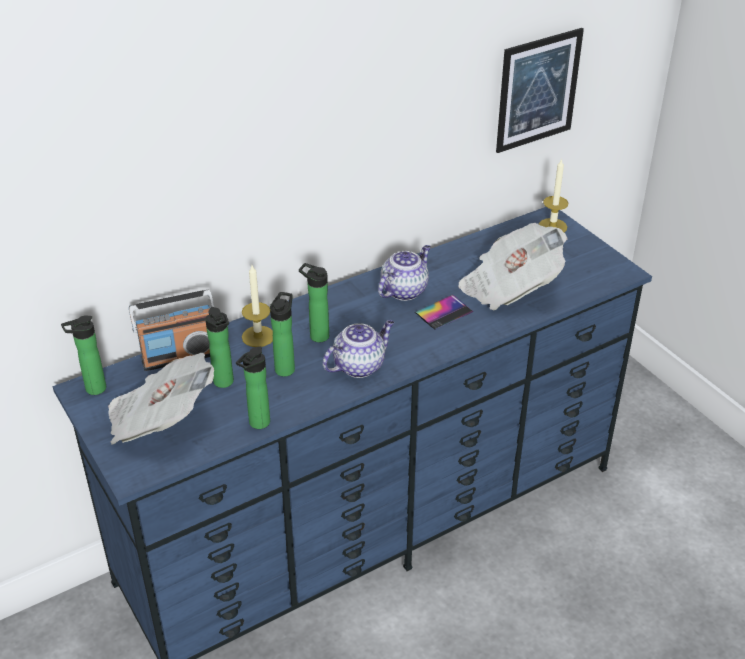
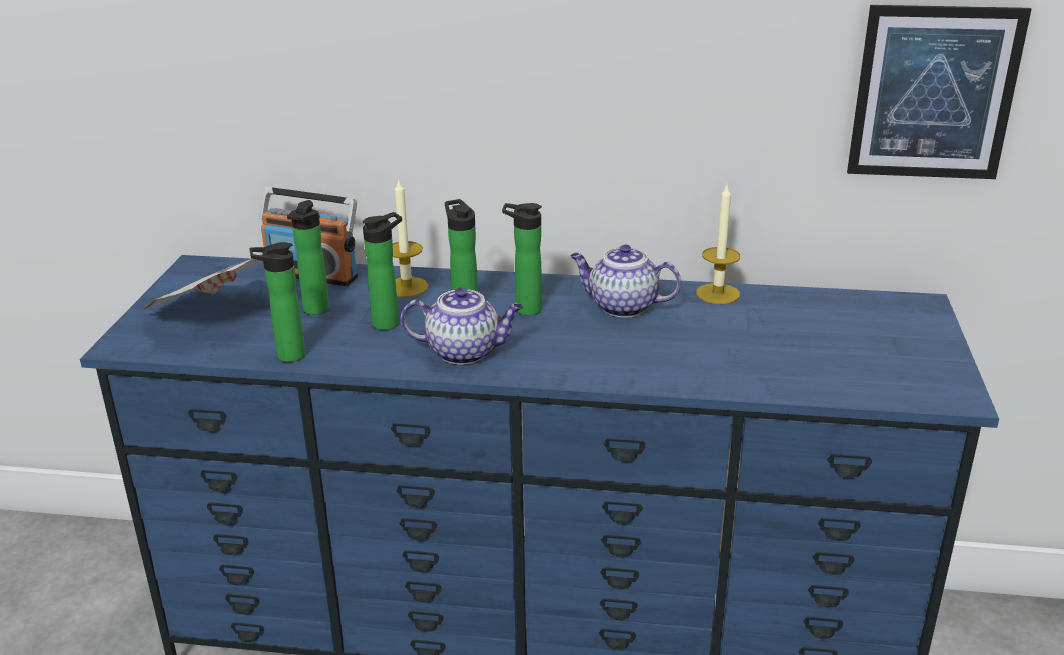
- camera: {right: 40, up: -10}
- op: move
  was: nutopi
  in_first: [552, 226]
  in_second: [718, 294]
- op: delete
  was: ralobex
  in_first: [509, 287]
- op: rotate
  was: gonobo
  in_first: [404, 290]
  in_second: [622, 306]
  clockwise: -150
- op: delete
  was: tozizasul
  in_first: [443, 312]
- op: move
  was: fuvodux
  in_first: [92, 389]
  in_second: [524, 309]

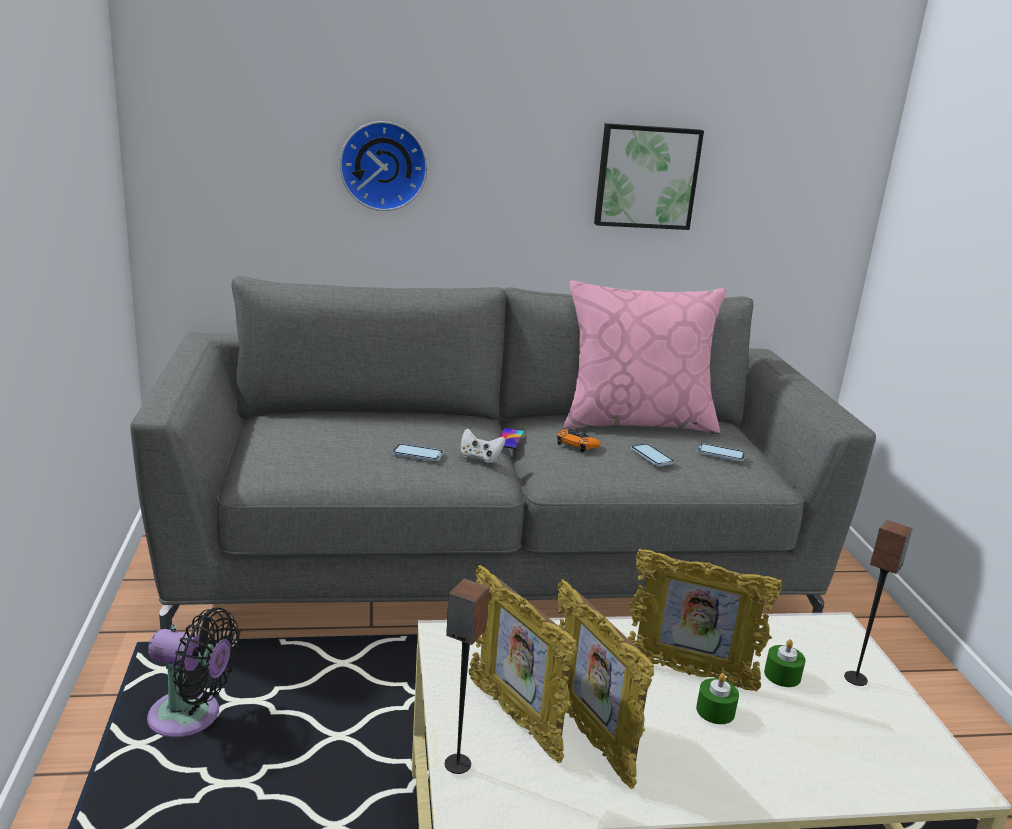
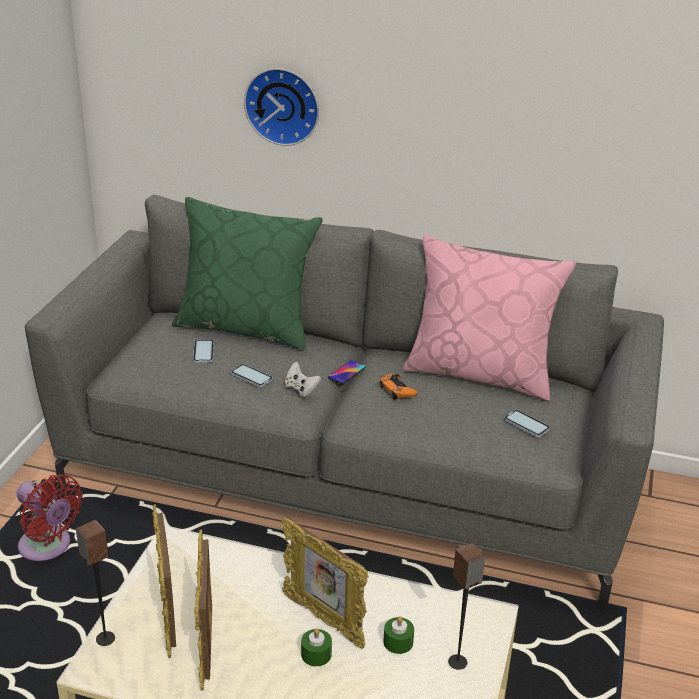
- camera: {right: 25, up: 10}
- op: delete
  was: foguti
  in_first: [646, 176]
- op: move
  was: tozizasul
  in_first: [651, 456]
  in_second: [203, 352]
- op: recolor
  was: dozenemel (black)
  now: dozenemel (red)
  in_first: [191, 717]
  in_second: [48, 547]
- op: insert
  now: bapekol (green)
  in_second: [246, 327]

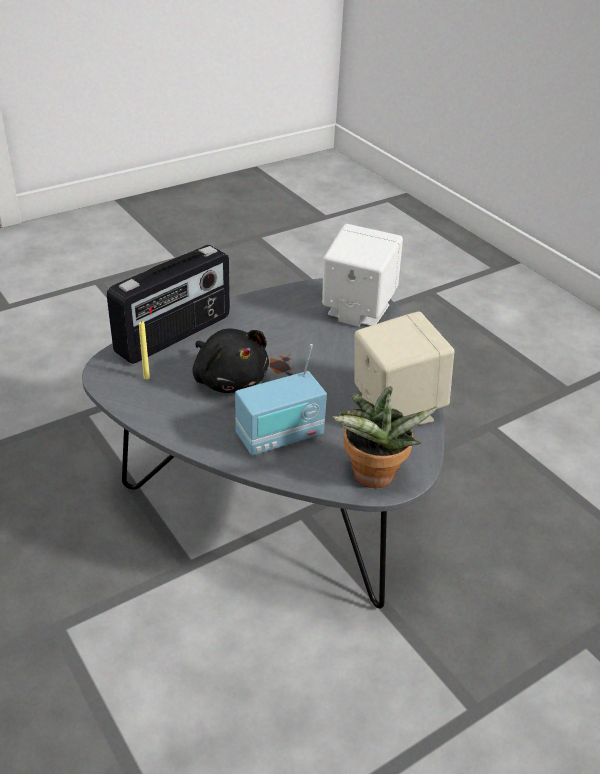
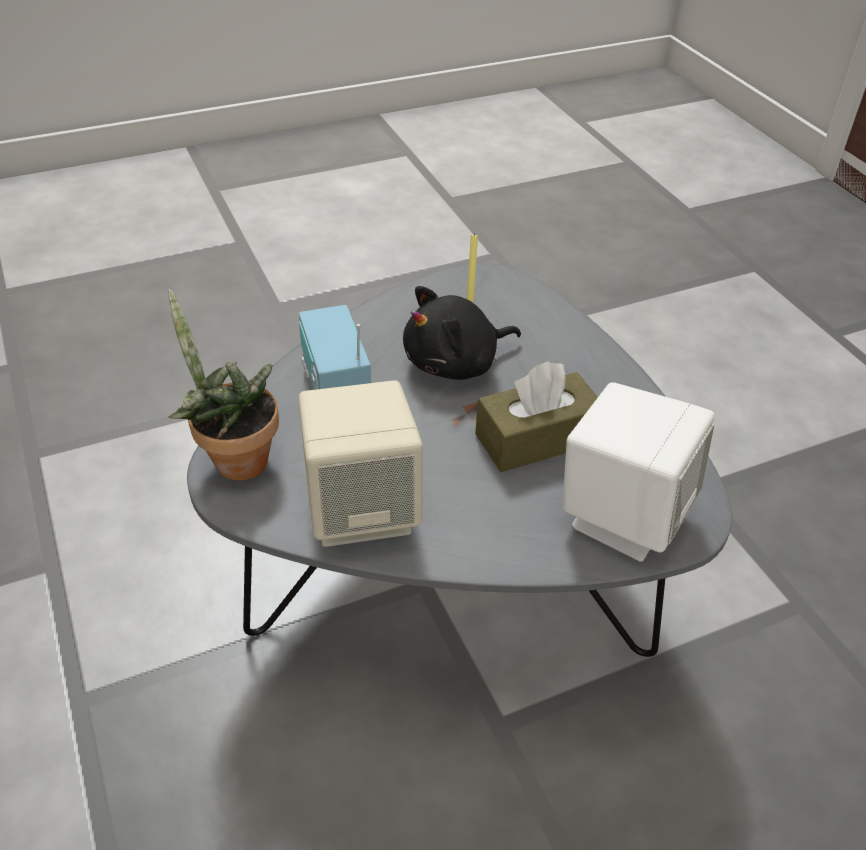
- camera: {right: 100, up: 5}
- op: delete
  was: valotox
  in_first: [175, 335]
- op: insert
  now: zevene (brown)
  in_second: [537, 438]

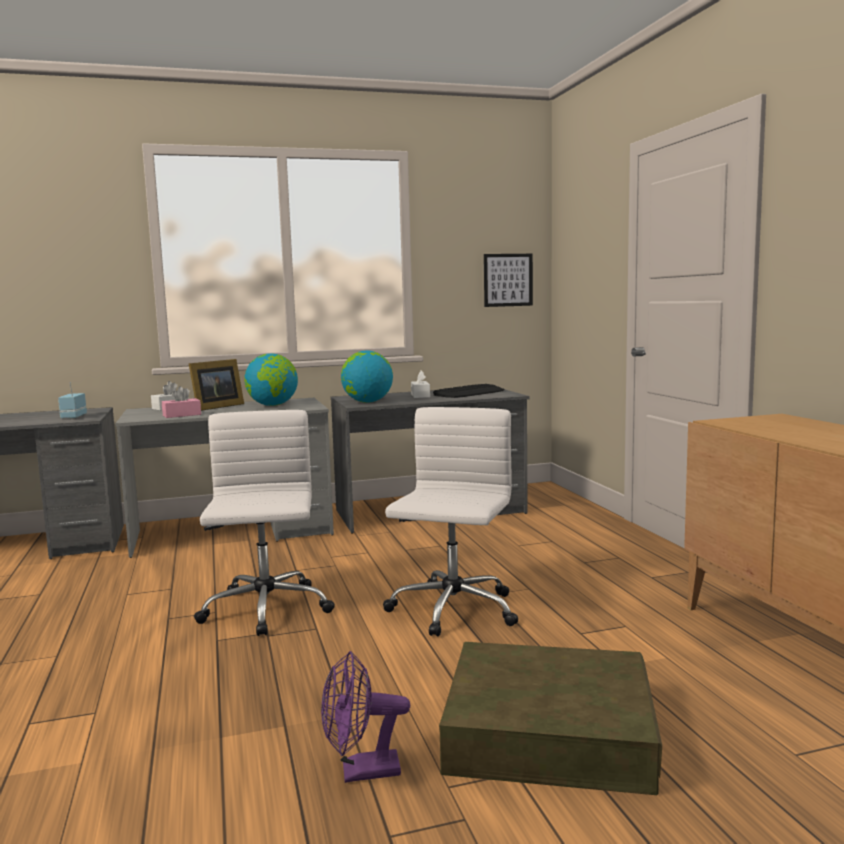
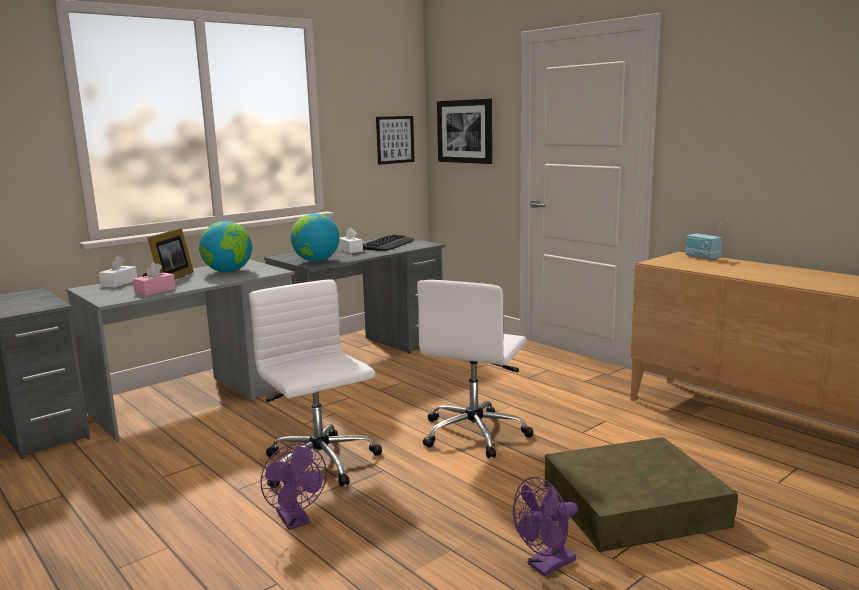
- camera: {right: -25, up: 5}
- op: move
  was: valotox
  in_first: [73, 417]
  in_second: [702, 257]
- op: rotate
  was: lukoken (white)
  in_first: [452, 611]
  in_second: [475, 433]
  clockwise: -150
- op: insert
  now: foguti
  in_second: [465, 131]
- op: insert
  now: dozenemel (purple)
  in_second: [296, 521]

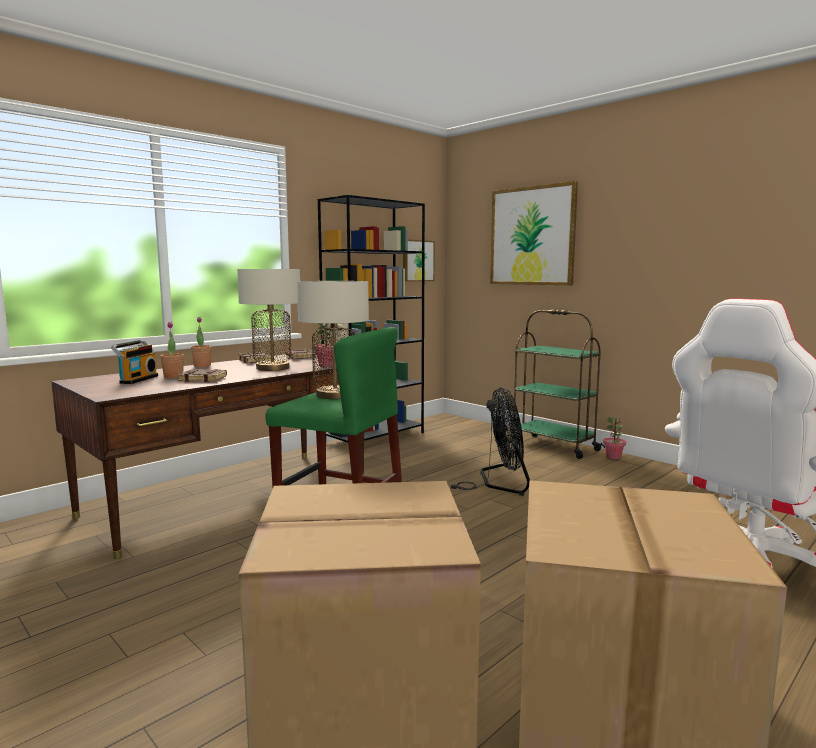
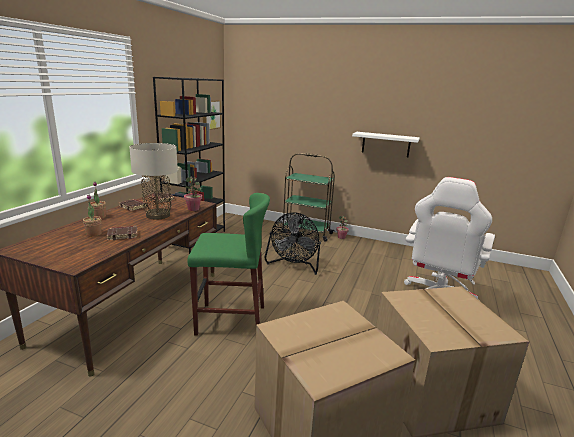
- camera: {right: -25, up: 10}
- op: delete
  was: foguti
  in_first: [532, 236]
- op: delete
  was: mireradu
  in_first: [335, 395]
- op: delete
  was: valotox
  in_first: [137, 379]
- op: rotate
  was: dozenemel (black)
  in_first: [497, 481]
  in_second: [292, 264]
  clockwise: 135
- op: insert
  now: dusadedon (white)
  in_second: [386, 144]

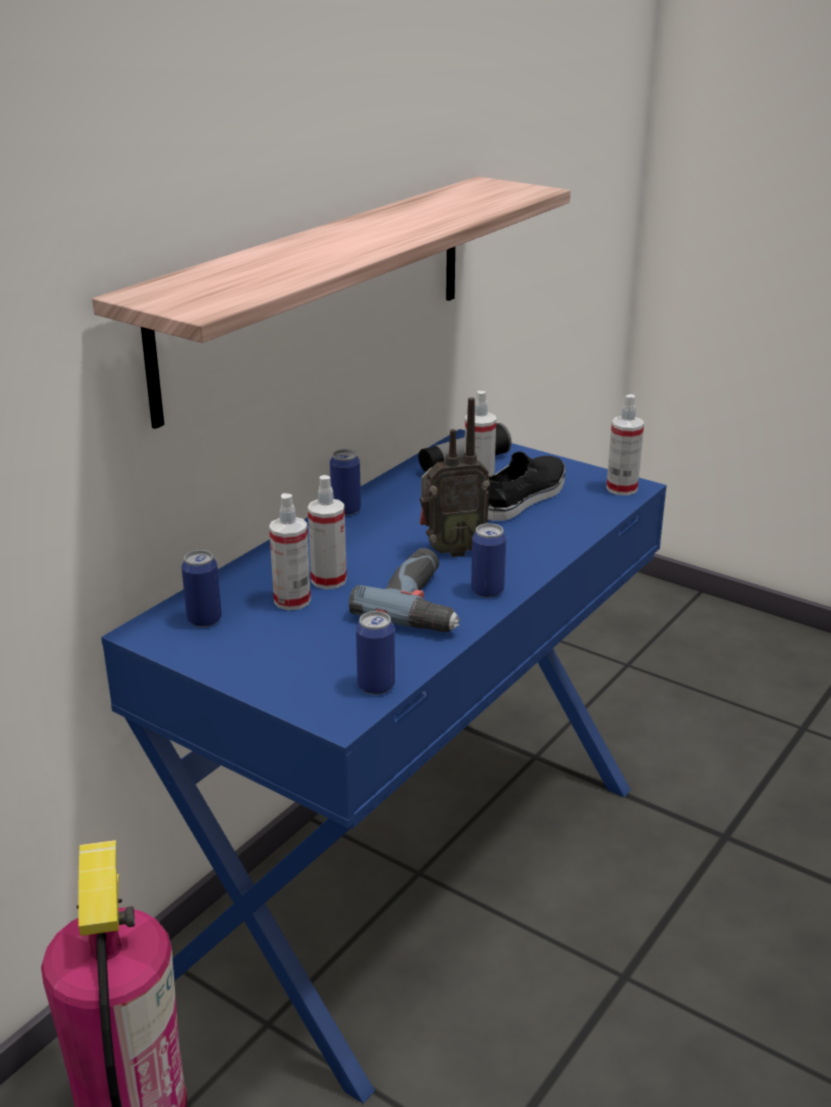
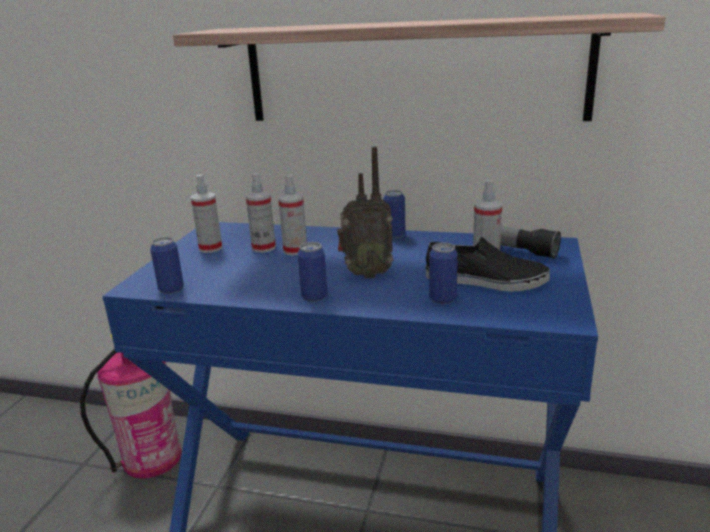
- camera: {right: 70, up: -5}
- op: move
  was: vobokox
  in_first: [621, 488]
  in_second: [210, 248]
- op: rotate
  was: valotox
  in_first: [451, 550]
  in_second: [366, 274]
  clockwise: -60
- op: delete
  was: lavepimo
  in_first: [423, 603]
- op: move
  was: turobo
  in_first: [204, 620]
  in_second: [442, 299]

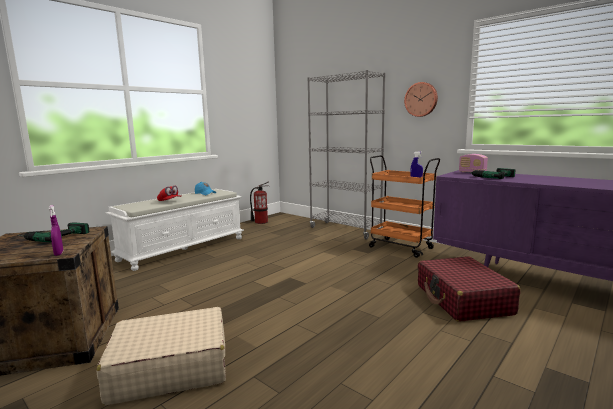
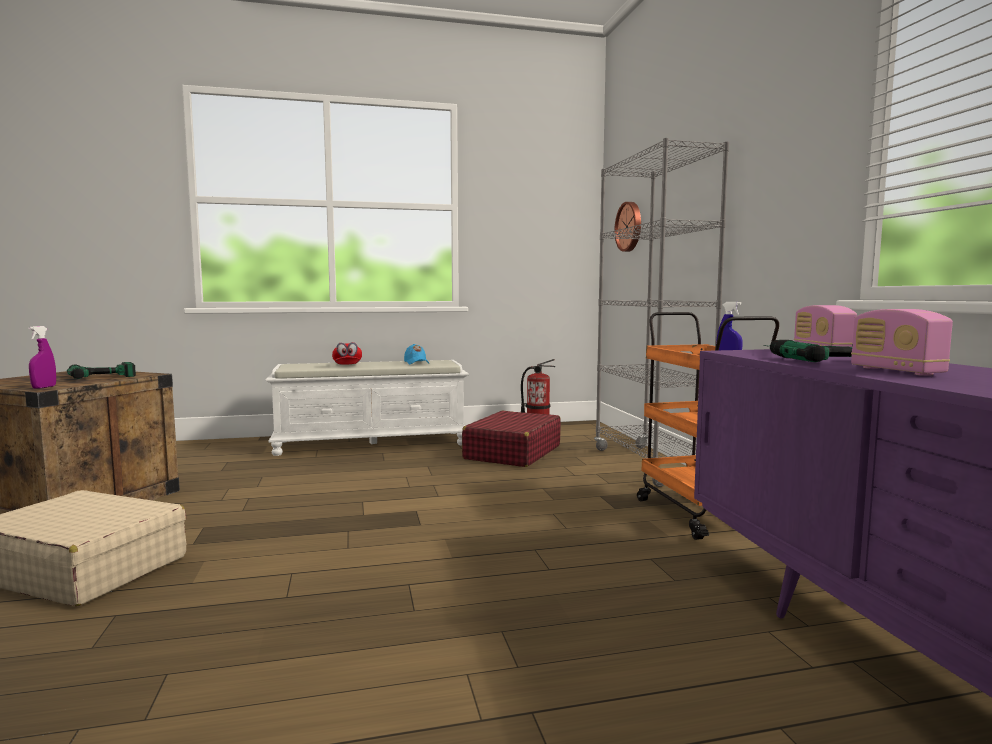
- camera: {right: 35, up: -5}
- op: move
  was: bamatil
  in_first: [421, 99]
  in_second: [630, 226]
- op: move
  was: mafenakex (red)
  in_first: [463, 299]
  in_second: [512, 453]
- op: insert
  now: valotox
  in_second: [896, 371]

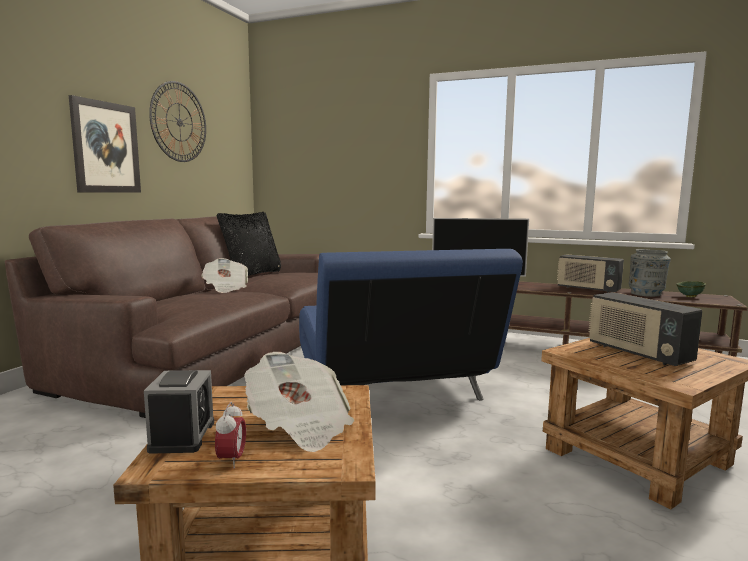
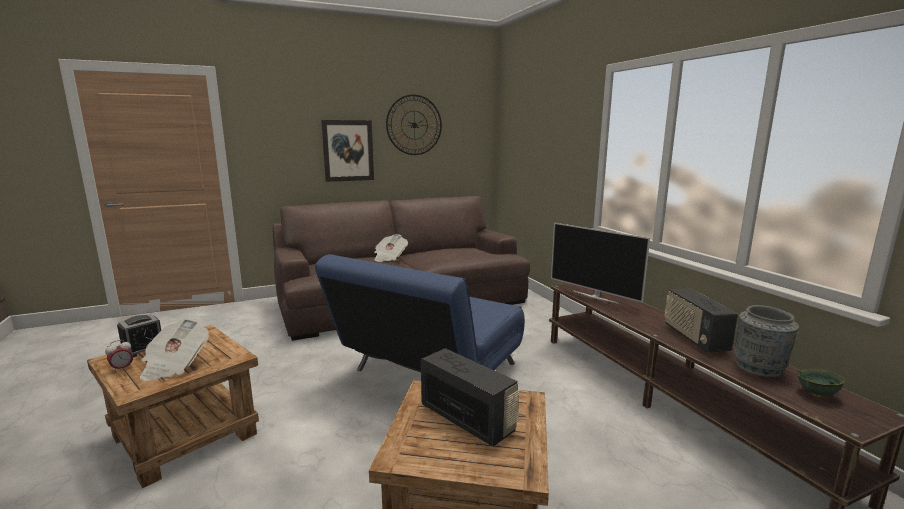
- camera: {right: 45, up: 5}
- op: delete
  was: bapekol (black)
  in_first: [253, 275]
- op: rotate
  was: valotox
  in_first: [637, 353]
  in_second: [467, 419]
  clockwise: 120

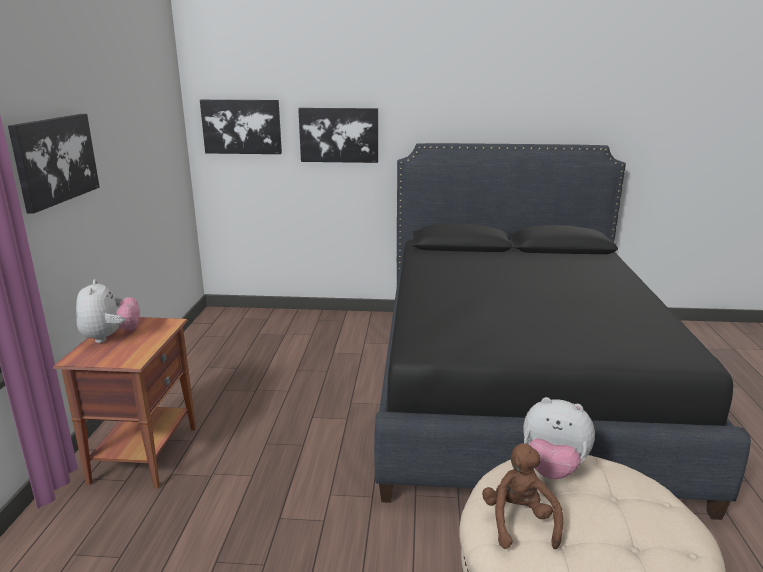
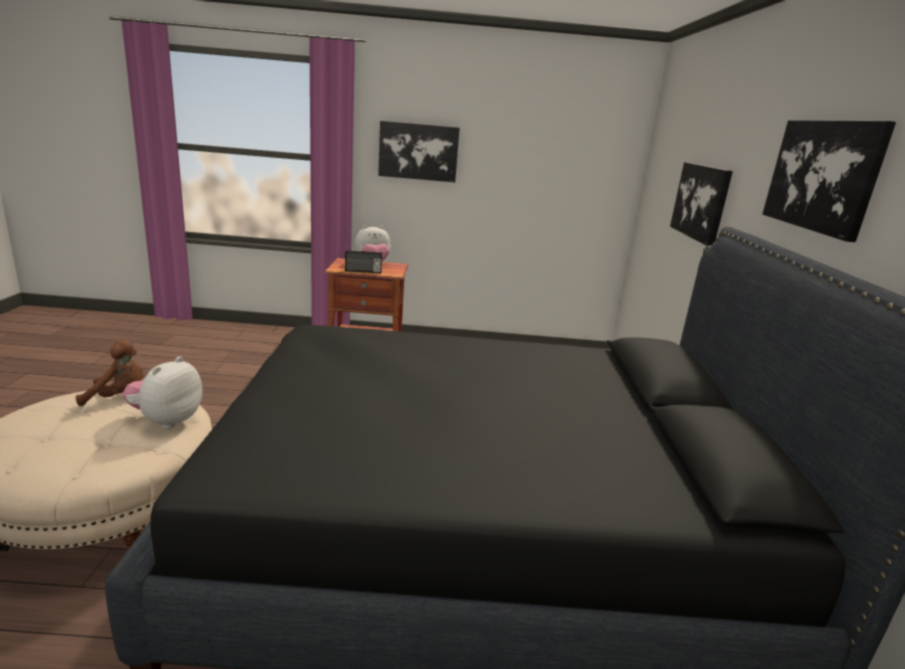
- camera: {right: 85, up: 0}
- op: move
  was: foguti
  in_first: [242, 126]
  in_second: [823, 175]
- op: insert
  now: valotox
  in_second: [363, 271]

